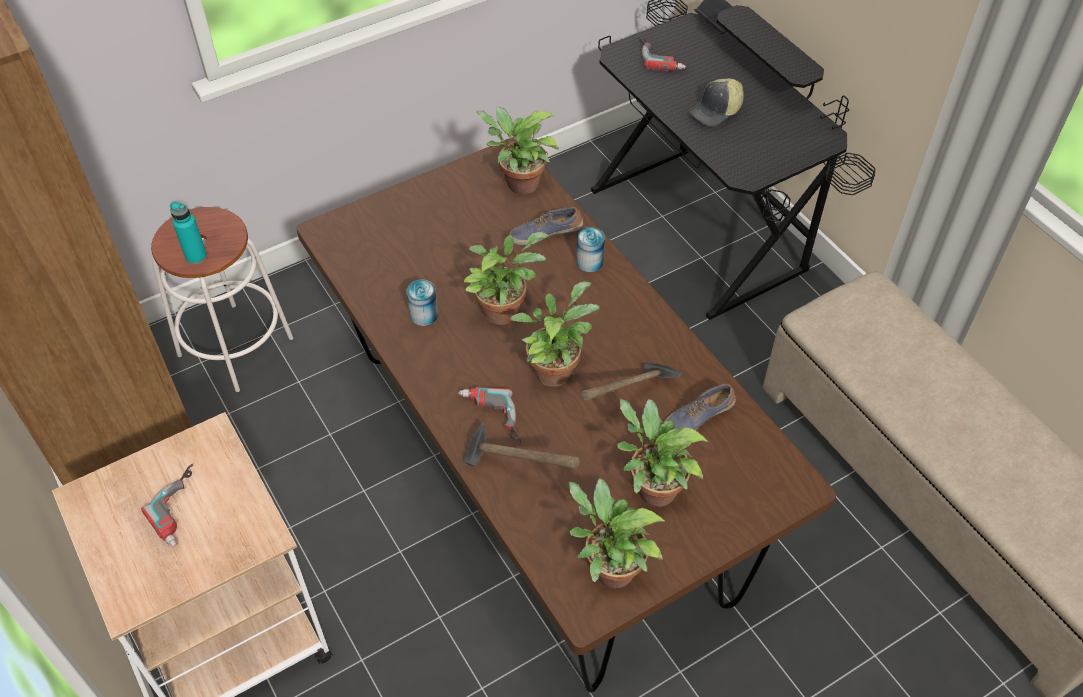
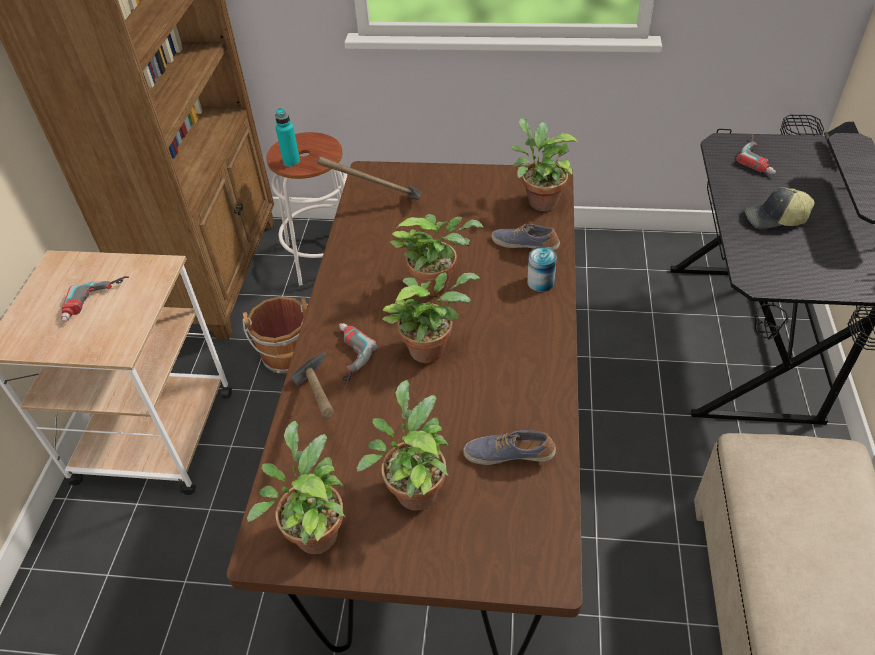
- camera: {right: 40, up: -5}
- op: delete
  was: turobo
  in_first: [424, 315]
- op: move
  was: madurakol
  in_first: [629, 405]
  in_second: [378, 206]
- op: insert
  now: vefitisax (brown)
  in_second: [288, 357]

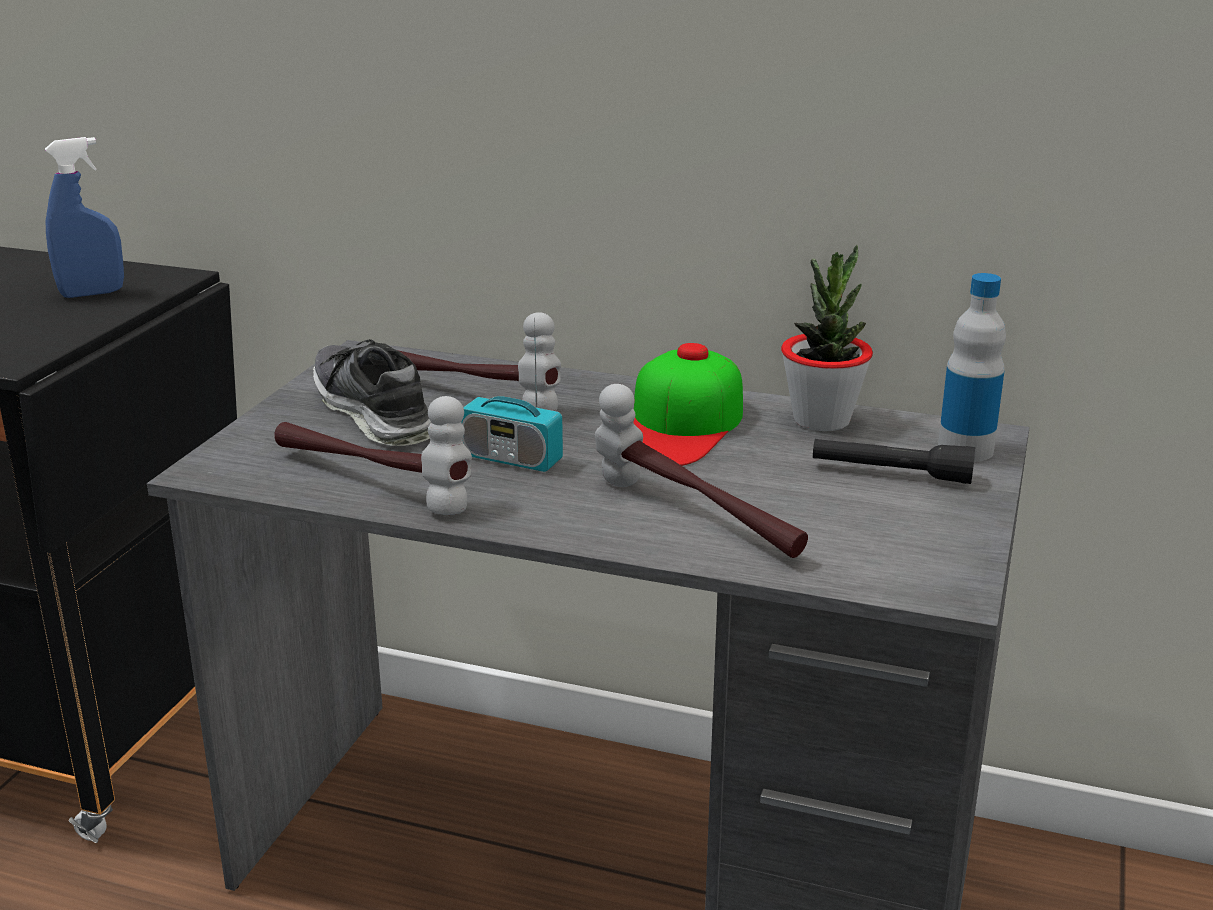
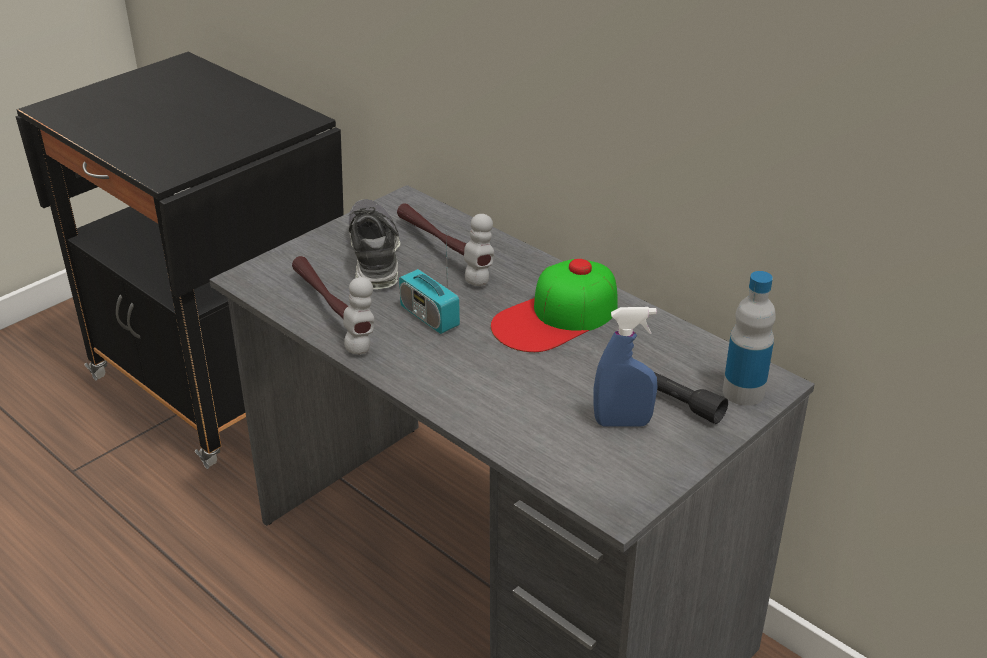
- camera: {right: 25, up: 10}
- op: move
  was: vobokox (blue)
  in_first: [92, 293]
  in_second: [622, 423]
- op: delete
  was: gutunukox
  in_first: [822, 420]
- op: delete
  was: madurakol
  in_first: [694, 518]

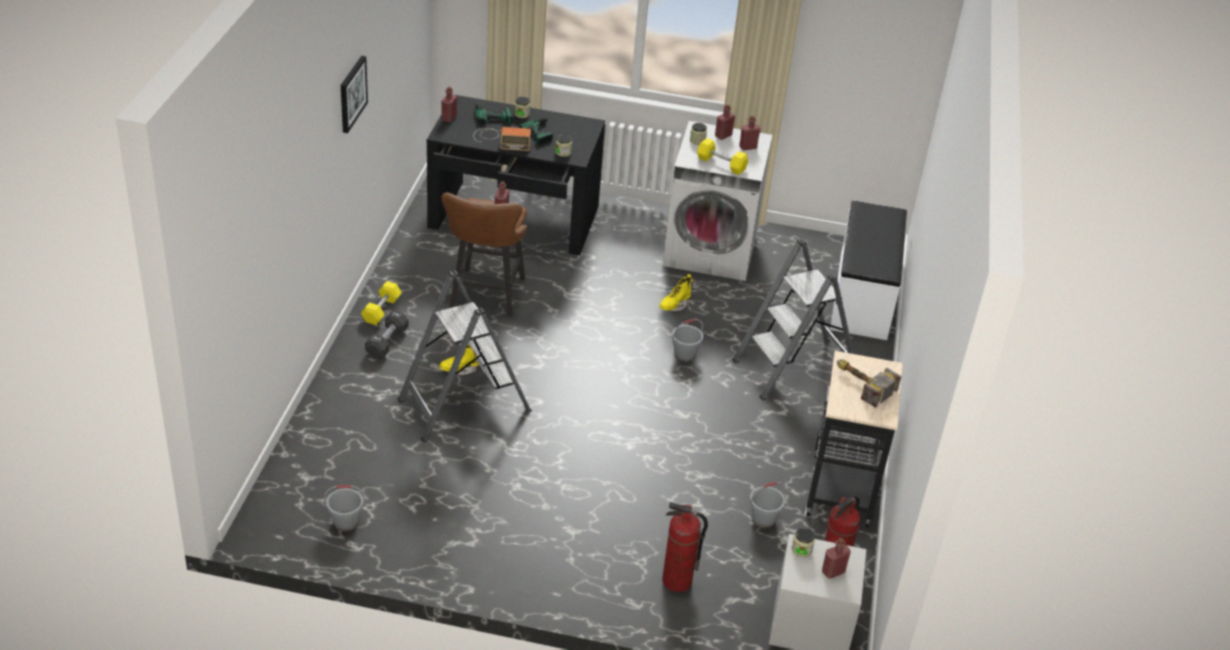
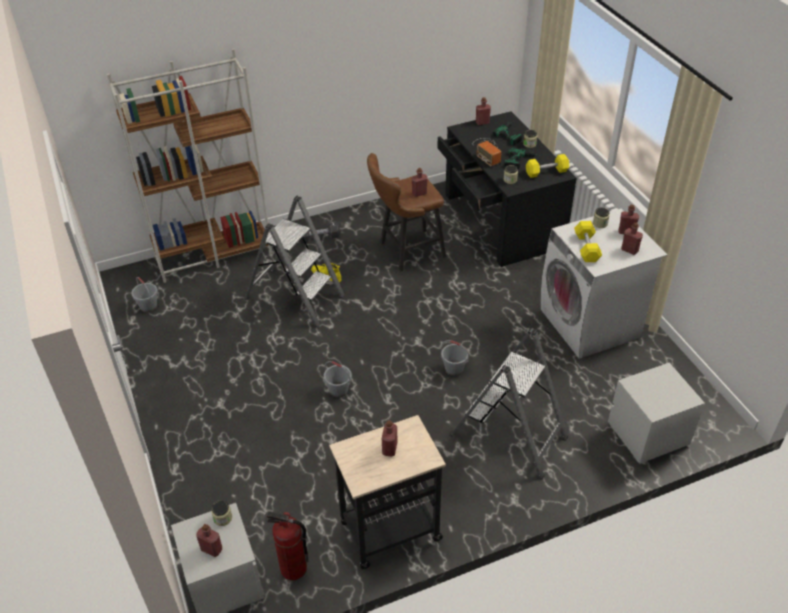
- camera: {right: 60, up: 5}
- op: delete
  was: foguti
  in_first: [352, 93]
- op: replace
  was: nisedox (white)
  now: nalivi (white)
  in_first: [863, 296]
  in_second: [648, 435]
- op: delete
  was: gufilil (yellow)
  in_first: [674, 305]
- op: move
  was: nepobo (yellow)
  in_first: [381, 310]
  in_second: [546, 172]
- op: replace
  was: madurakol
  now: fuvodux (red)
  in_first: [860, 383]
  in_second: [389, 448]
- op: move
  was: vefitisax (grey)
  in_first: [763, 520]
  in_second: [338, 390]
- op: delete
  was: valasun
  in_first: [677, 581]
- op: insert
  now: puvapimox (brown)
  in_second: [215, 256]

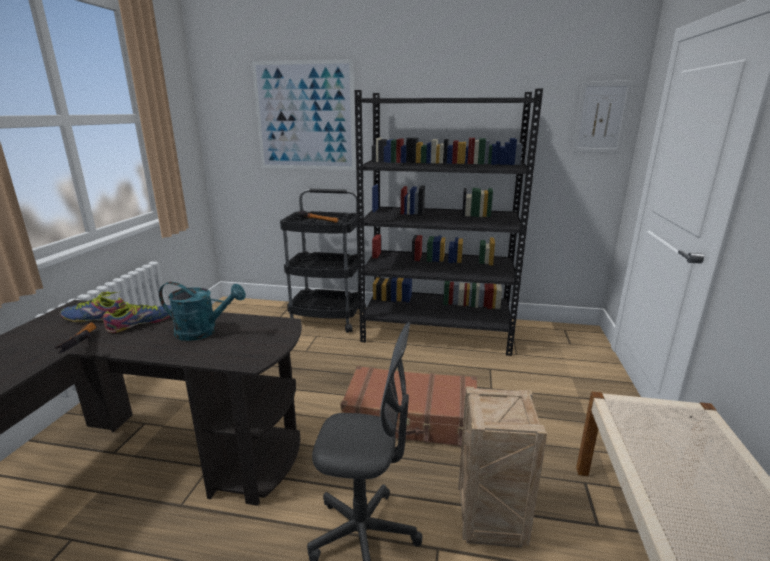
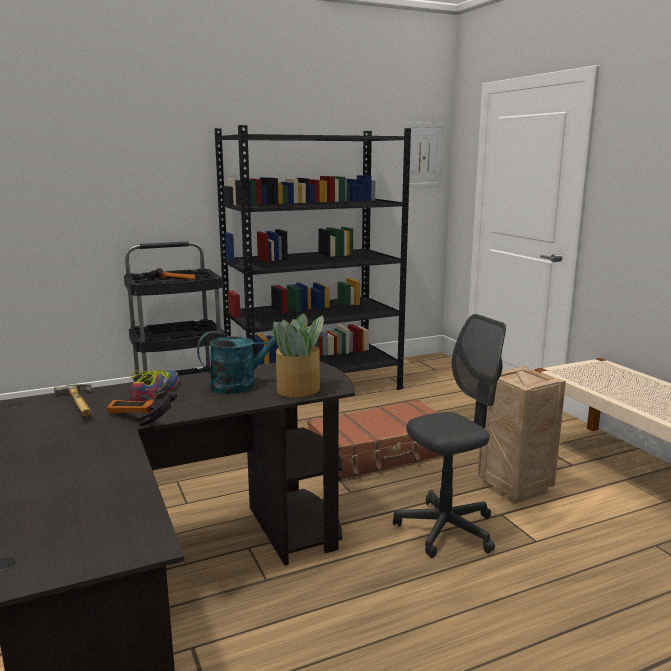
- camera: {right: -35, up: -5}
- op: delete
  was: foguti
  in_first: [305, 116]
- op: replace
  was: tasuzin
  now: madurakol
  in_first: [95, 318]
  in_second: [83, 404]
- op: insert
  now: gutunukox
  in_second: [299, 389]

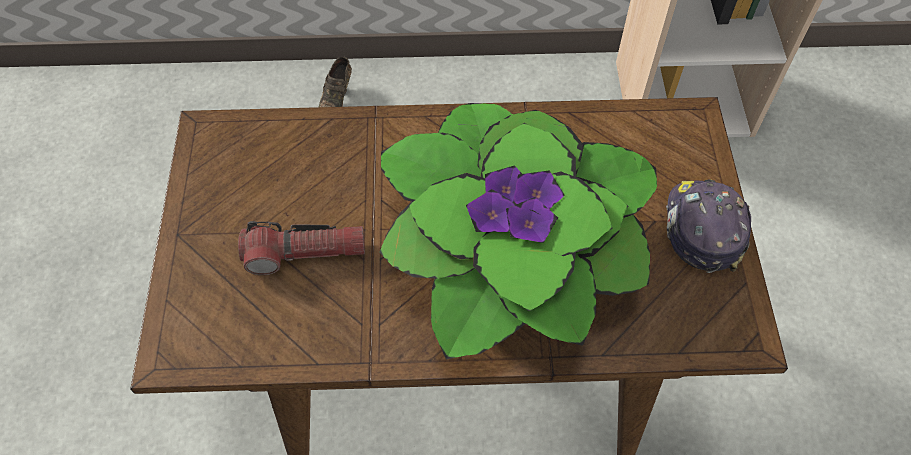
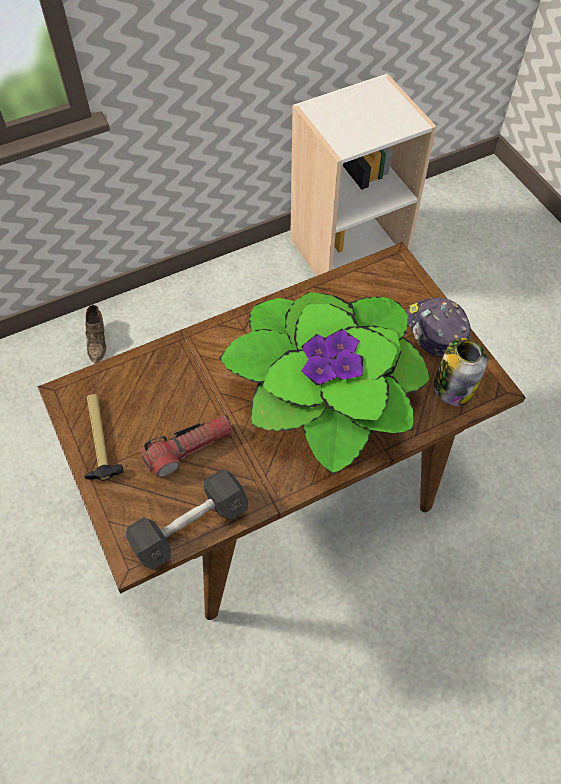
- camera: {right: -25, up: 0}
- op: insert
  now: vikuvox
  in_second: [453, 387]
- op: insert
  now: madurakol
  in_second: [99, 439]
- op: insert
  now: nepobo (grey)
  in_second: [190, 526]

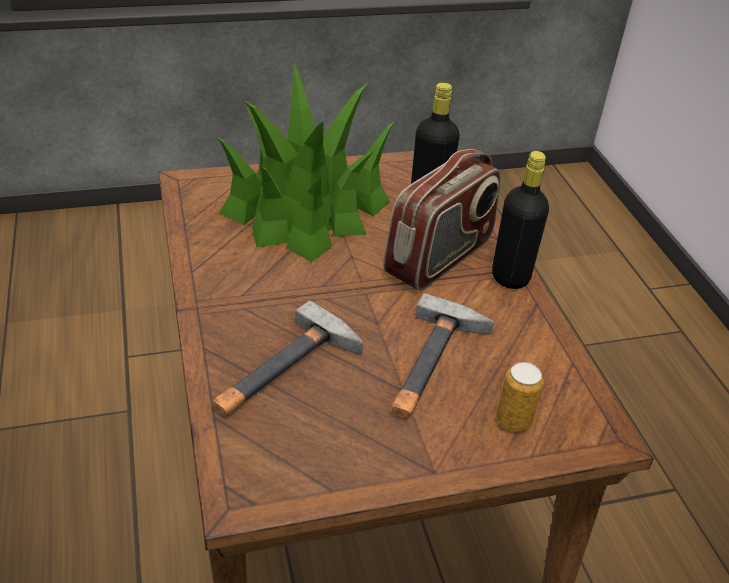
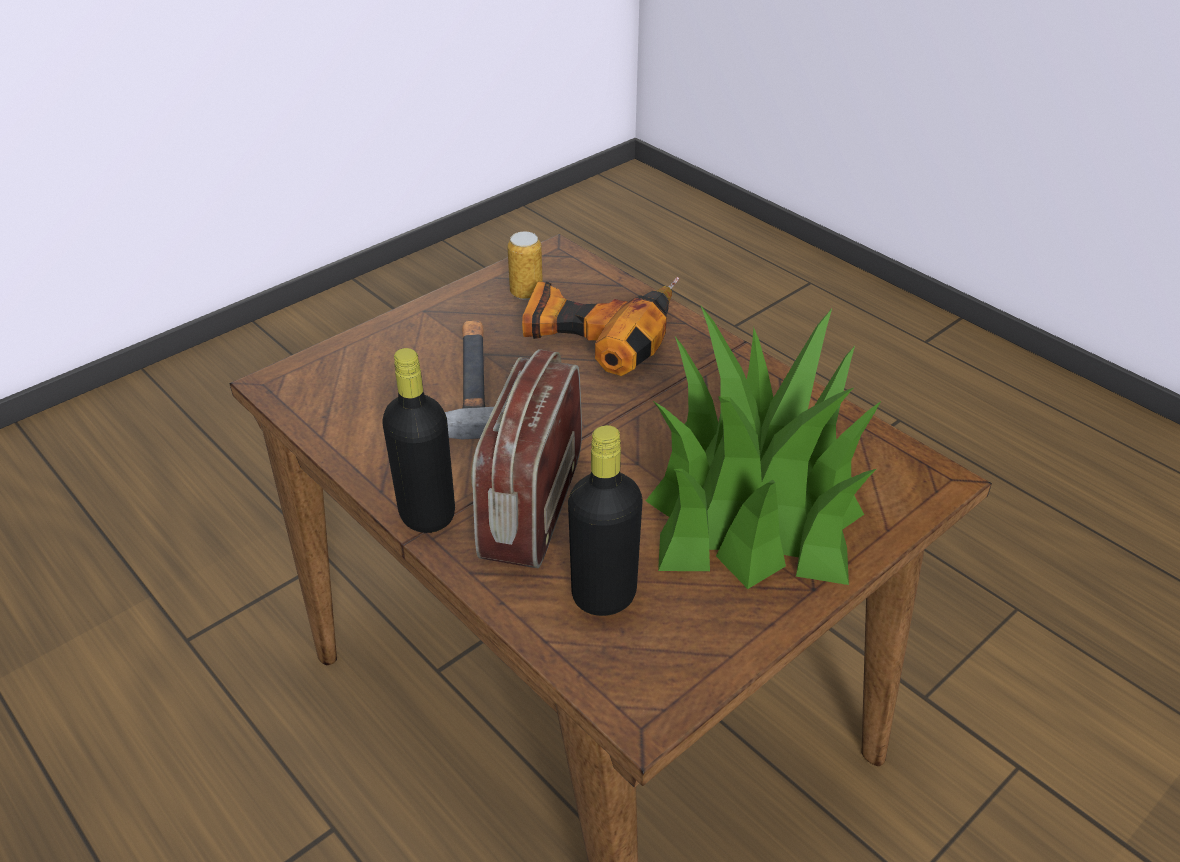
- camera: {right: 155, up: 0}
- op: replace
  was: madurakol
  now: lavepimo
  in_first: [284, 371]
  in_second: [599, 330]
- op: move
  was: turobo
  in_first: [513, 420]
  in_second: [526, 293]

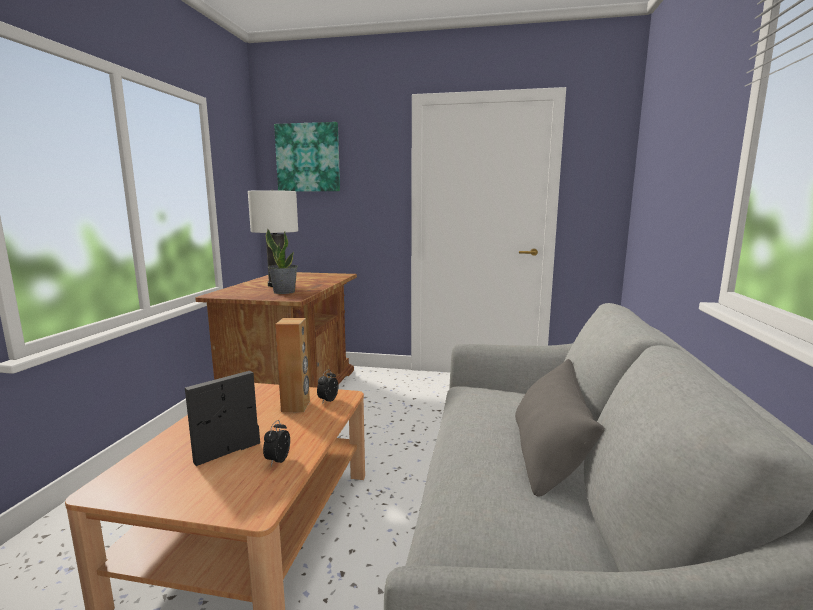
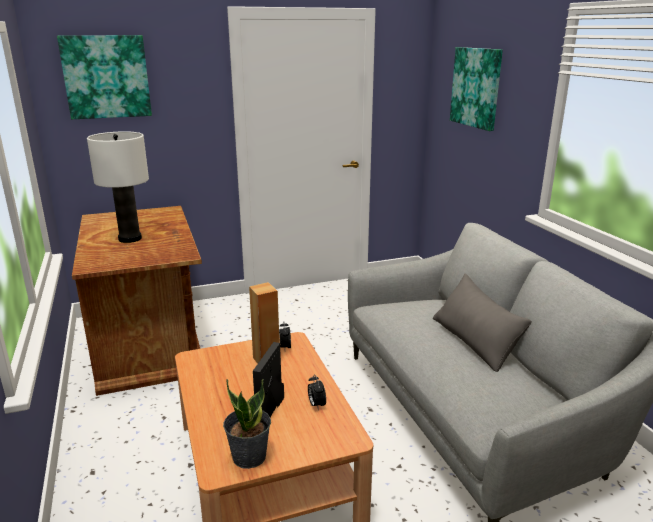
- camera: {right: -30, up: 10}
- op: move
  was: gutunukox
  in_first: [284, 292]
  in_second: [249, 456]
- op: insert
  now: foguti
  in_second: [476, 87]

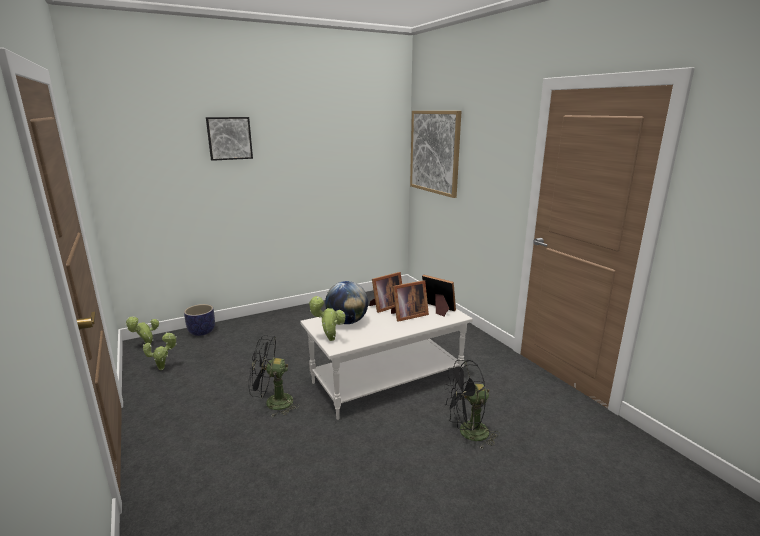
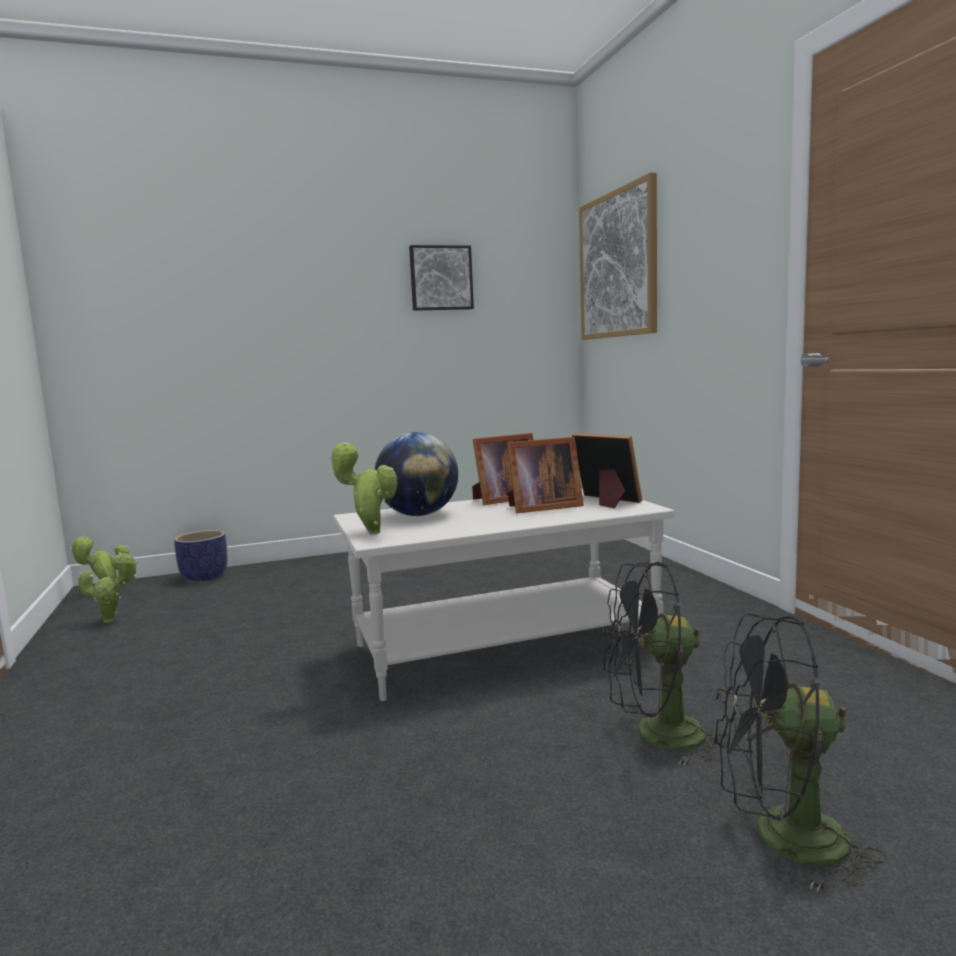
- camera: {right: 10, up: -10}
- op: move
  was: foguti
  in_first: [229, 138]
  in_second: [441, 278]
- op: move
  was: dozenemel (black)
  in_first: [273, 403]
  in_second: [781, 839]

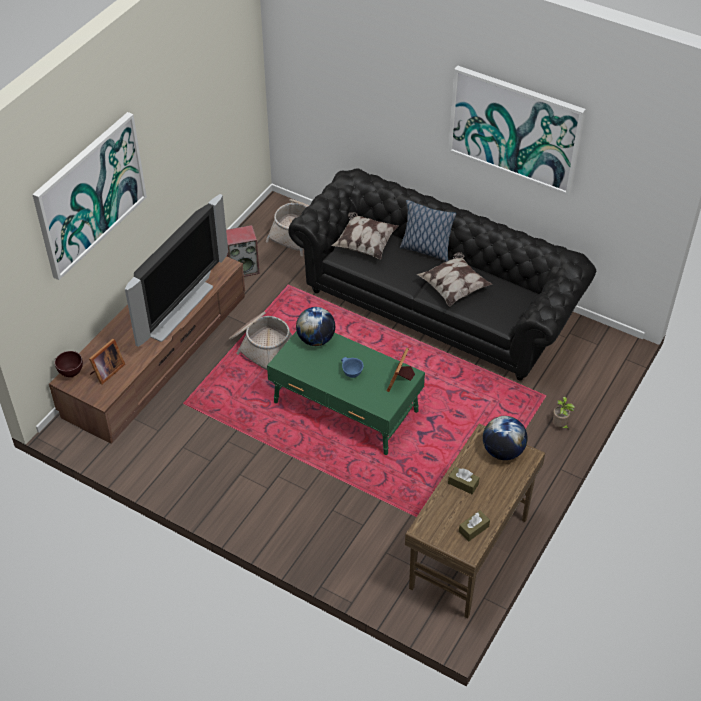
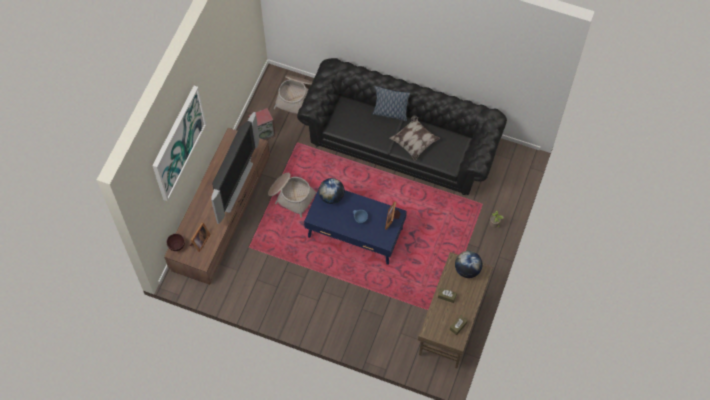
- camera: {right: -10, up: 15}
- op: delete
  was: foguti
  in_first: [515, 129]
- op: delete
  was: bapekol
  in_first: [365, 244]
- op: recolor
  was: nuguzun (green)
  now: nuguzun (blue)
  in_first: [346, 407]
  in_second: [356, 233]

